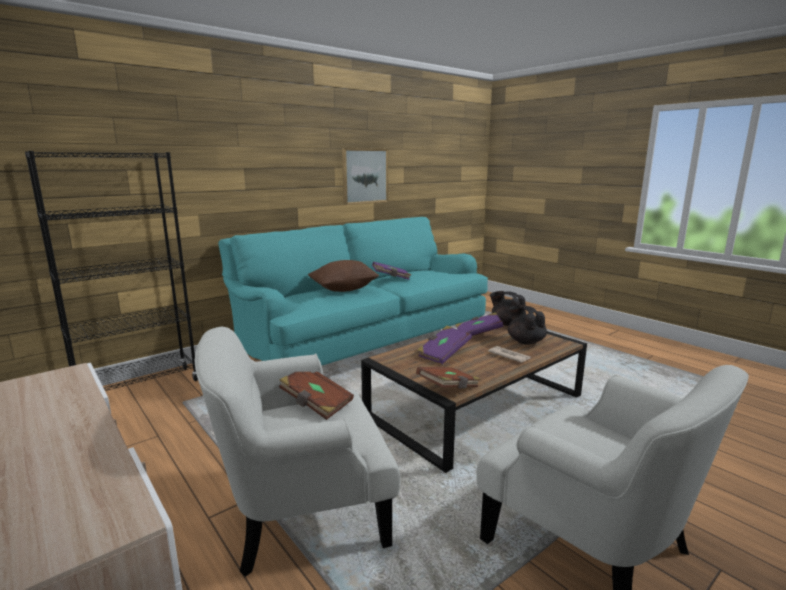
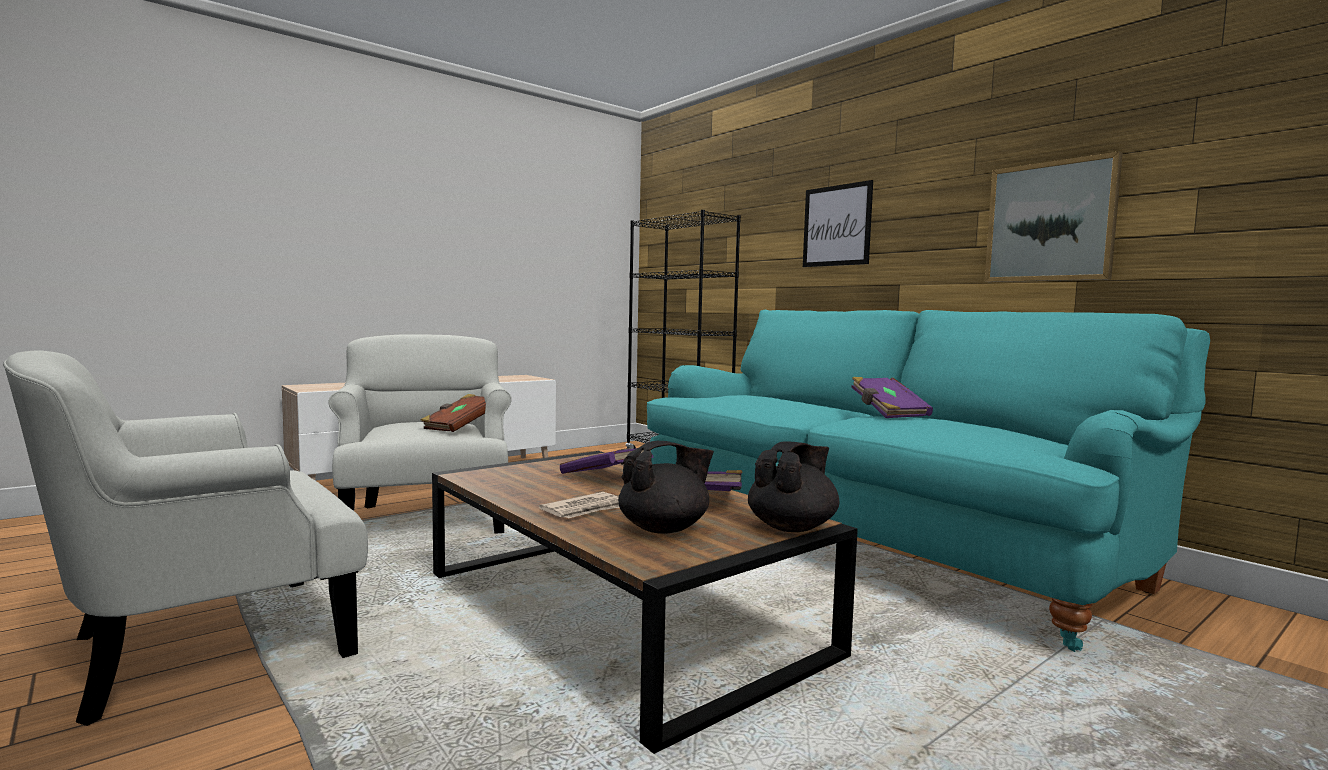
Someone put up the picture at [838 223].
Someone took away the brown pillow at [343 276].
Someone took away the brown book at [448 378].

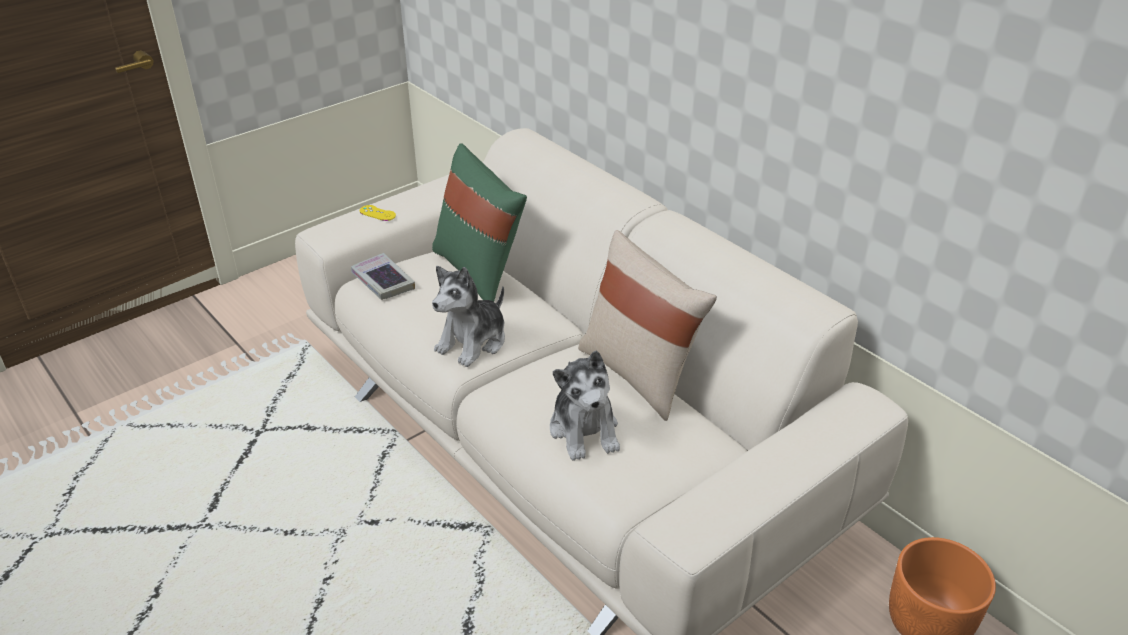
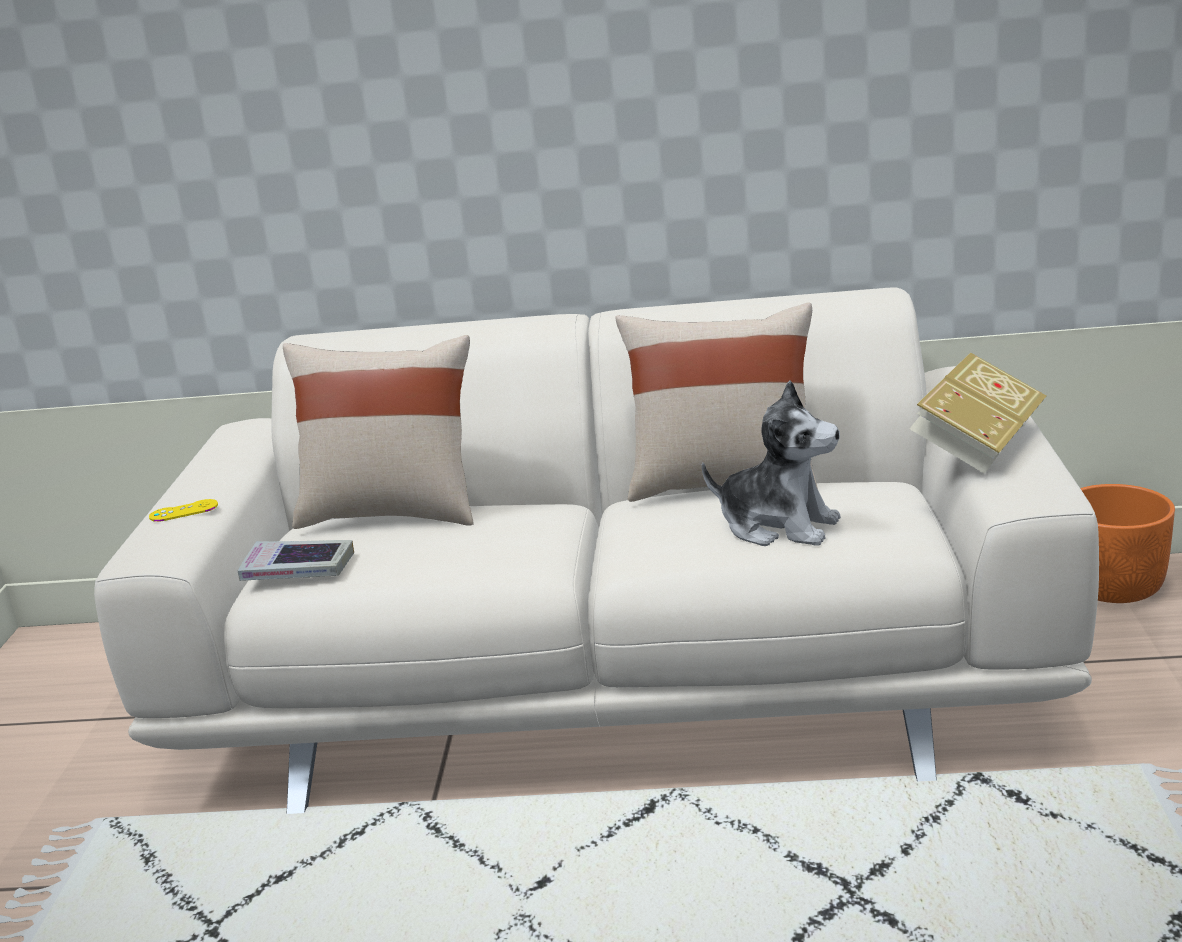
Someone repainted the green pillow at [479 222], which became the beige pillow at [378 432].
Someone put down the book at [978 413].
Someone took away the plush toy at [468 316].

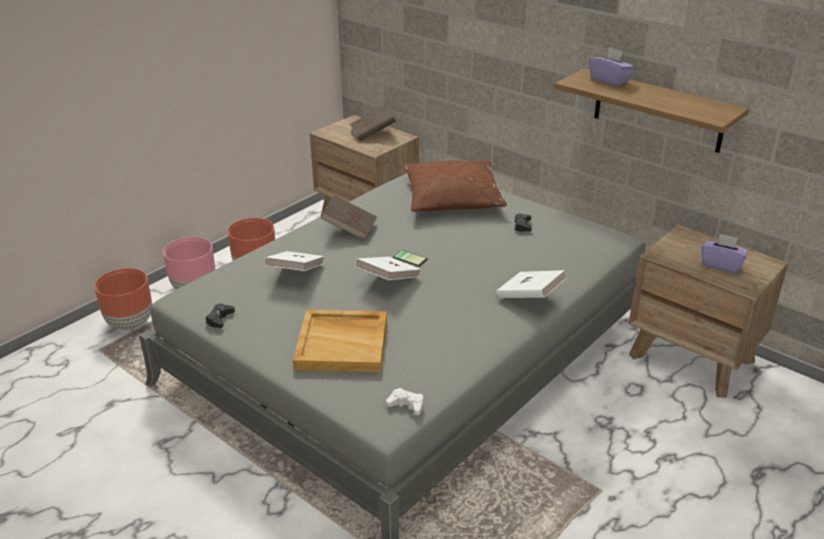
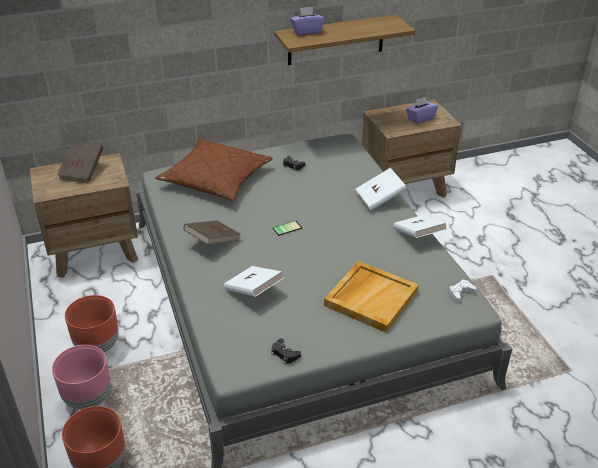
Someone carried the white book from [388 268] to [420 226].

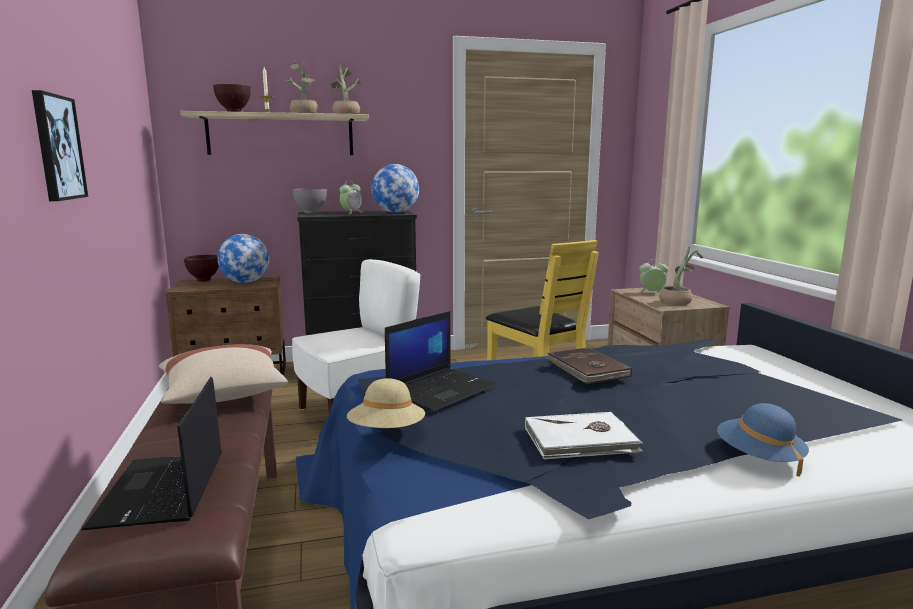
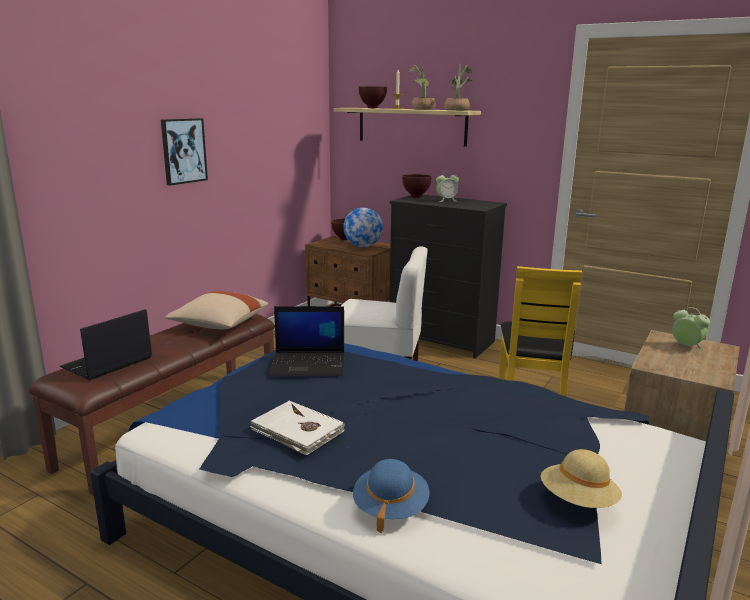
Someone repainted the grey bowl at [310 201], which became the brown bowl at [417 186].
Someone carried the beige hat from [386 403] to [581 478].
Someone took away the globe at [395 188].
Someone took away the brown book at [589 365].
Someone took away the potted plant at [681 275].

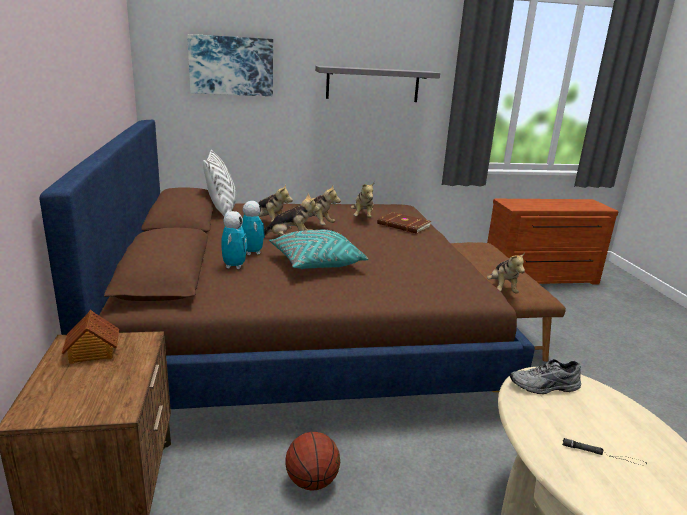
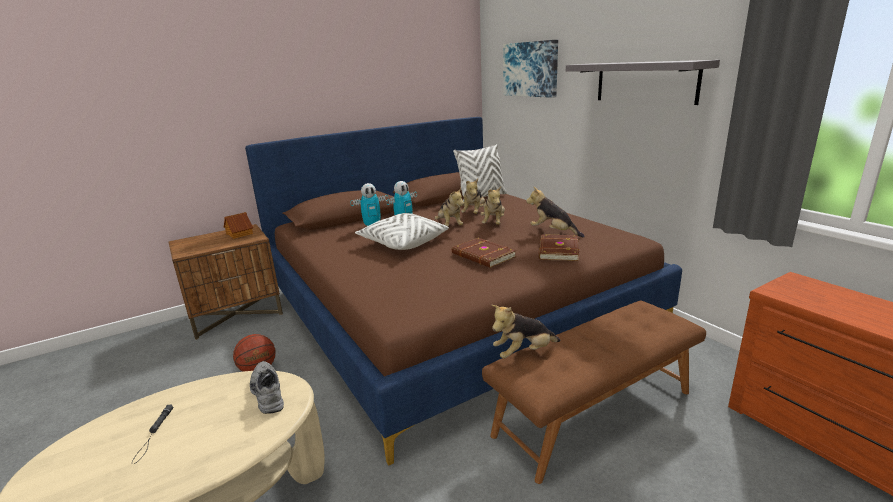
Someone repainted the turquoise pillow at [318 249], which became the white pillow at [402 231].
Someone put down the brown book at [484 253].
Someone rotated the plush toy at [363 200] by 60 degrees clockwise.

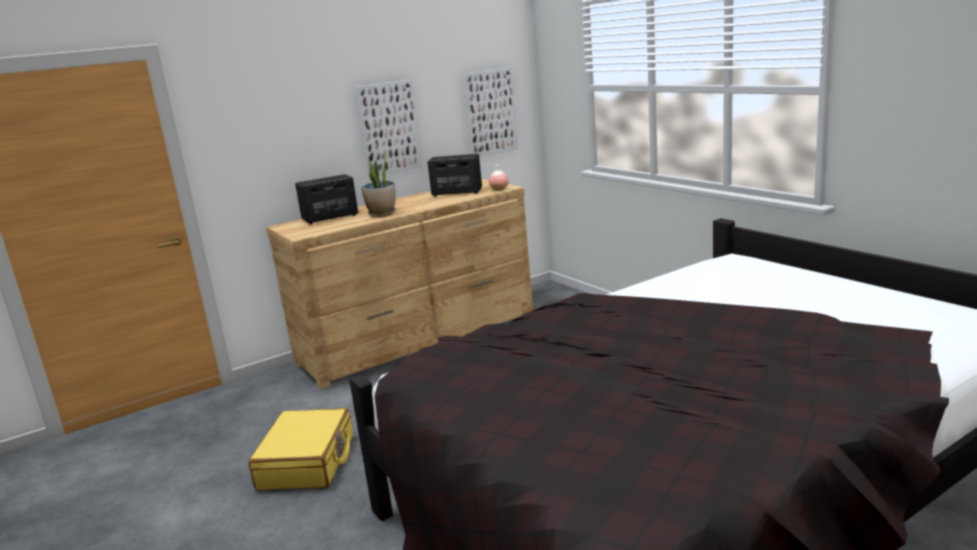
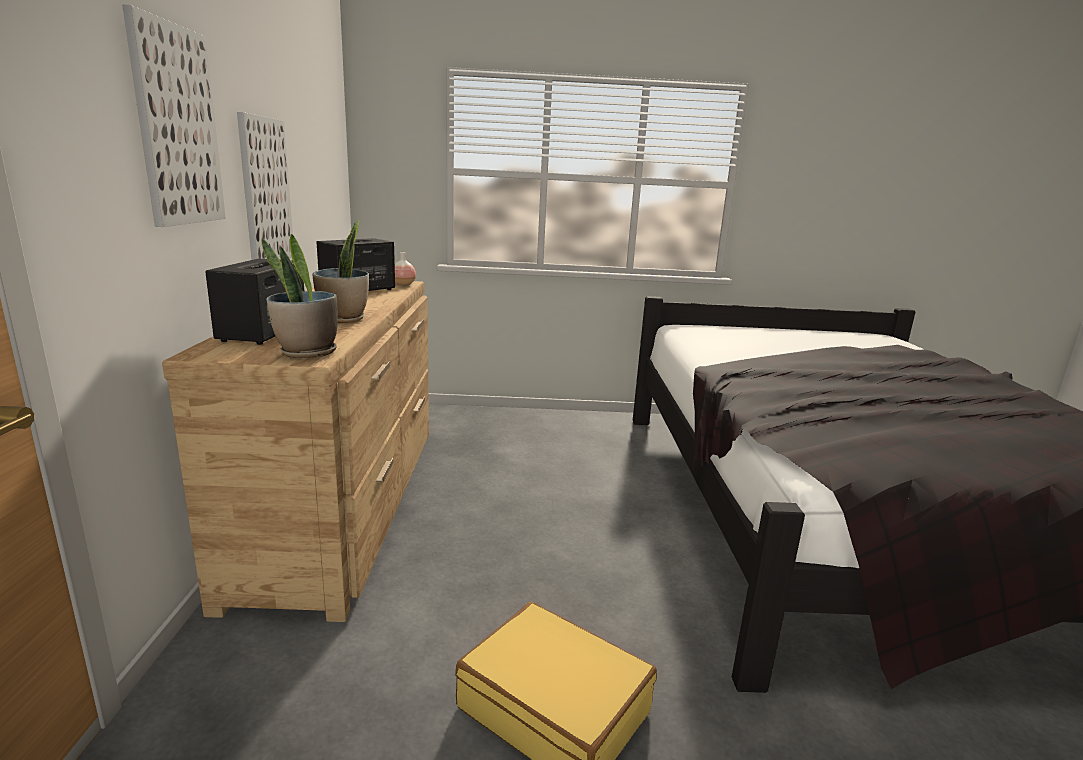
Someone carried the picture from [490 112] to [174 115].
Someone put down the potted plant at [299 296].

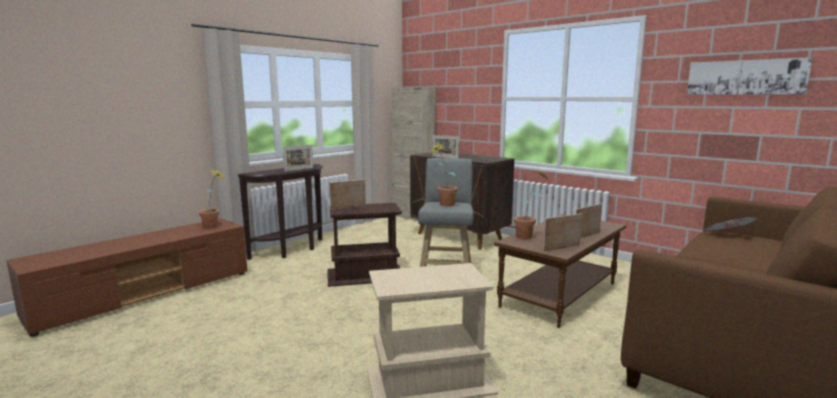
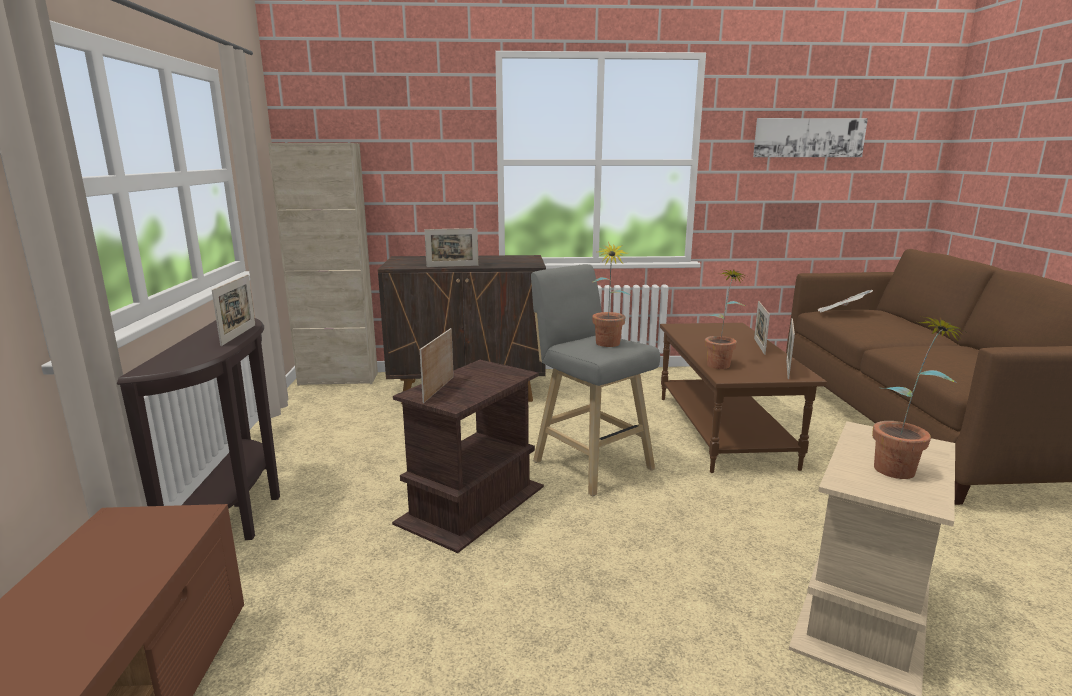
Someone carried the potted plant from [211 199] to [918 397].

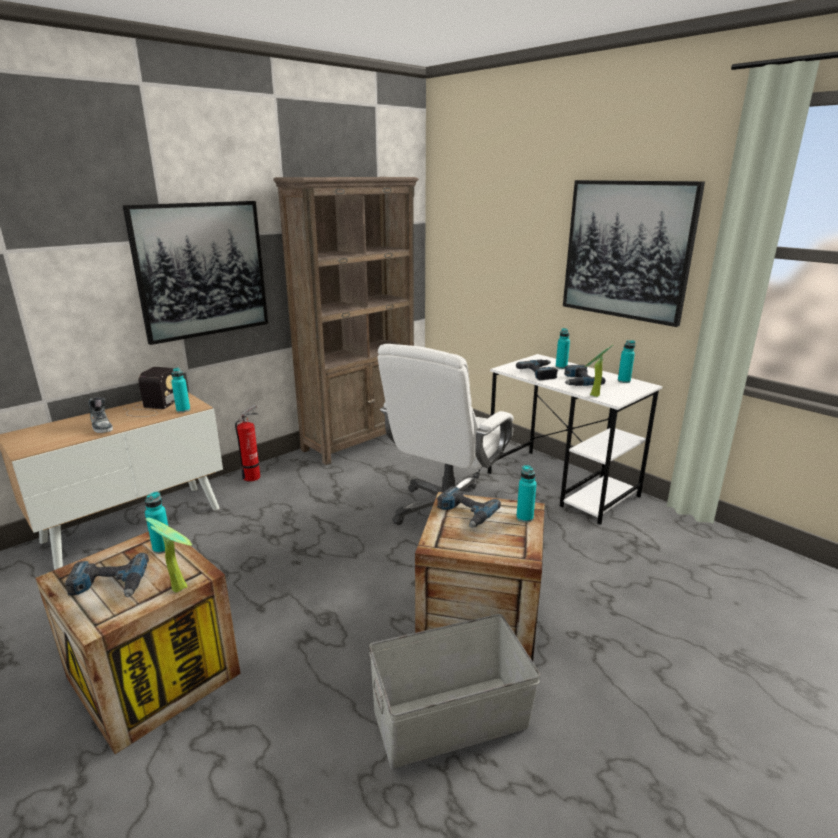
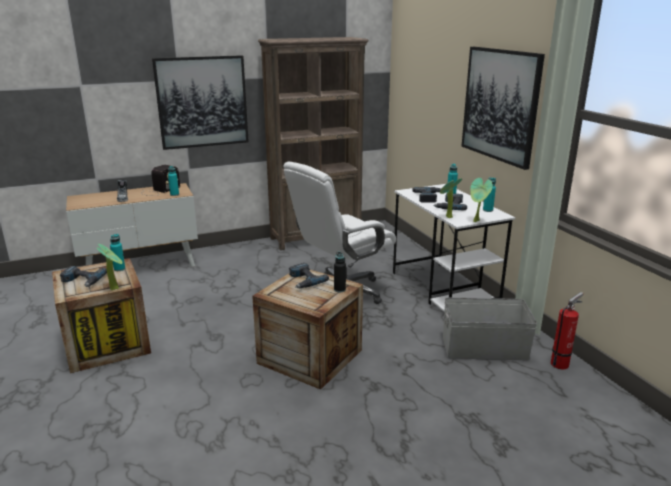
Someone repainted the turquoise bottle at [526 493], which became the black bottle at [340 272].
Someone carried the grey storage box from [454 691] to [490 329].
Someone put down the potted plant at [481 200].
Someone carried the fire extinguisher from [247 443] to [567 330].

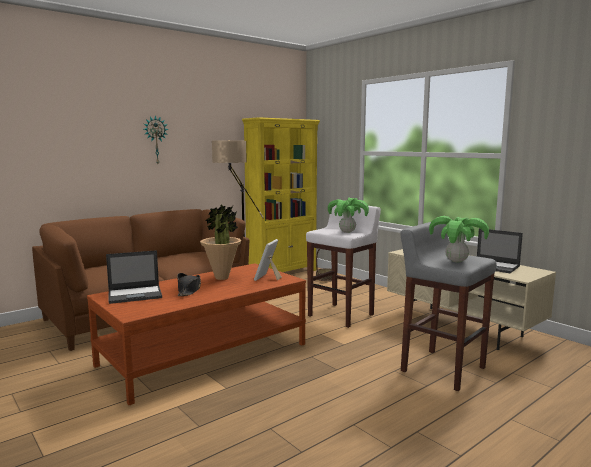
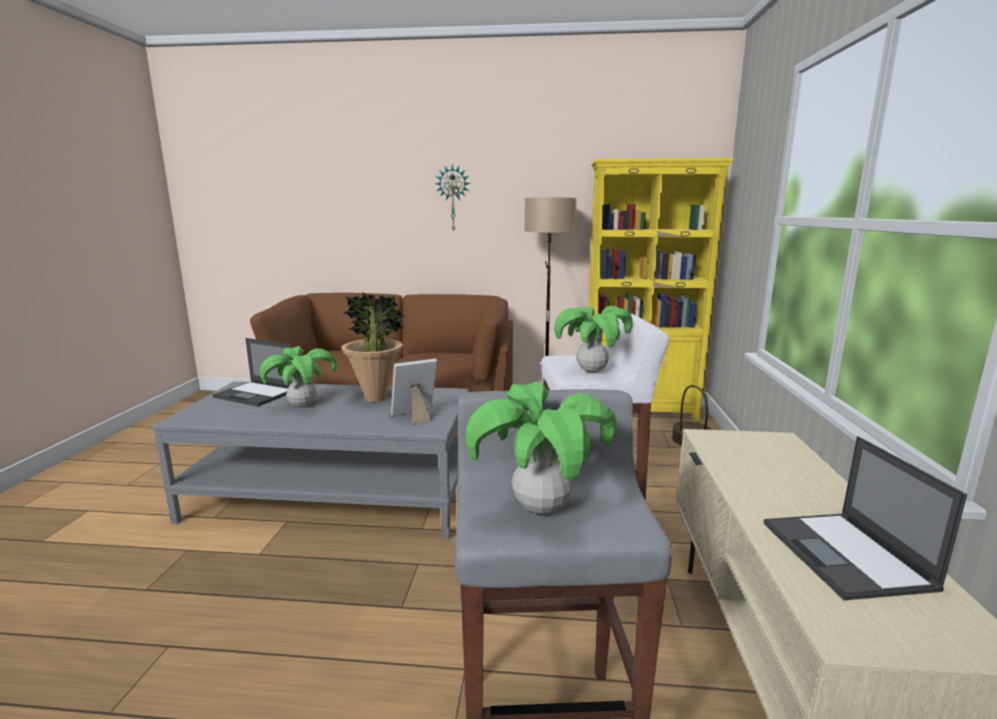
Someone repainted the brown coffee table at [196 334], which became the grey coffee table at [310 460].
Someone swapped the black hat at [189 284] for the potted plant at [298 376].

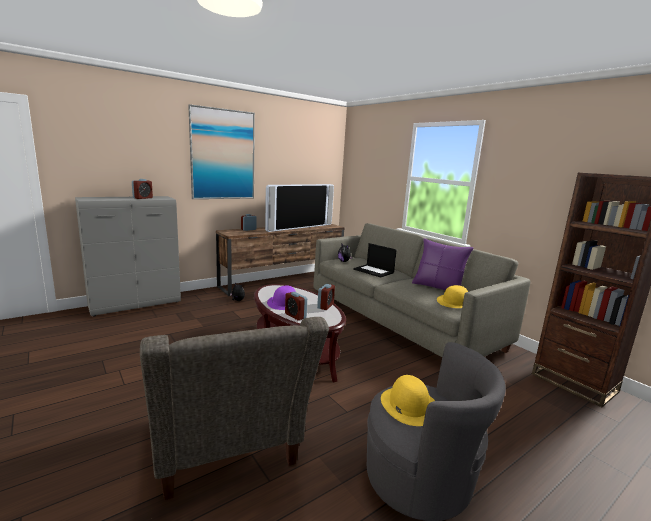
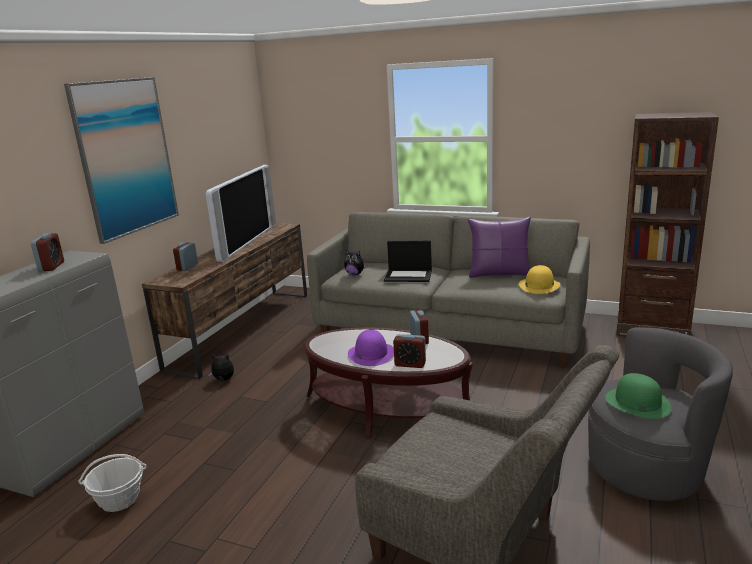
Someone put down the basket at [112 483].
Someone repainted the yellow hat at [408 400], which became the green hat at [638 396].

